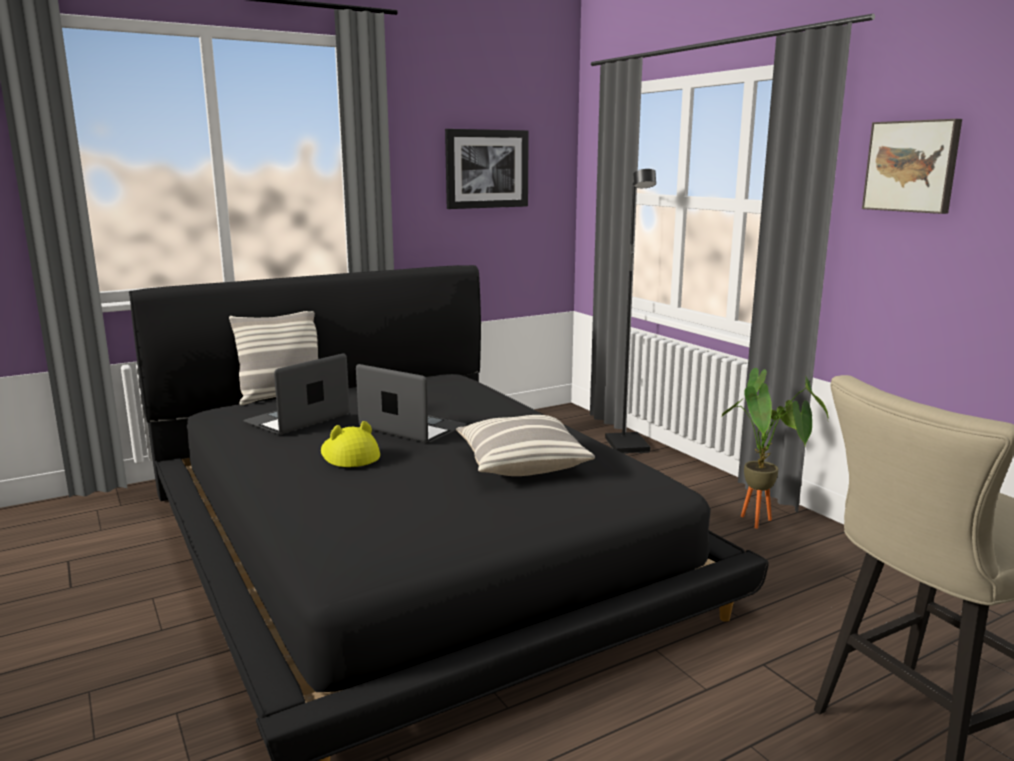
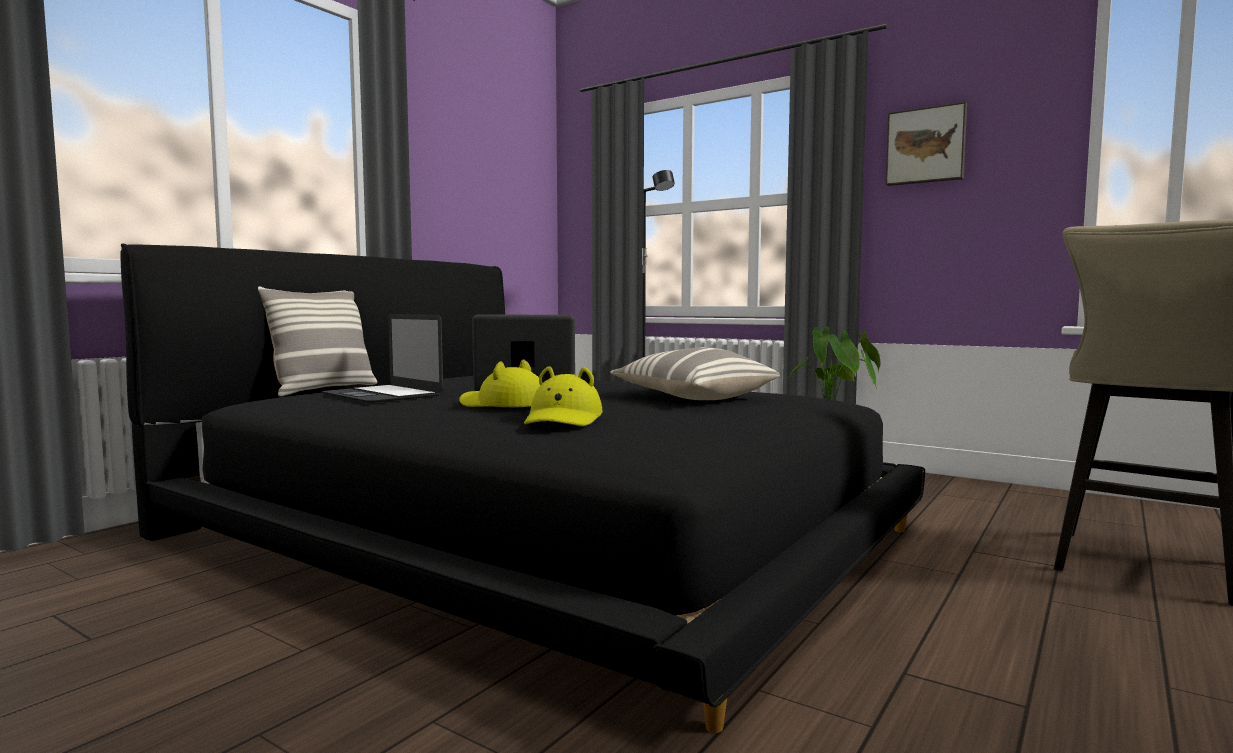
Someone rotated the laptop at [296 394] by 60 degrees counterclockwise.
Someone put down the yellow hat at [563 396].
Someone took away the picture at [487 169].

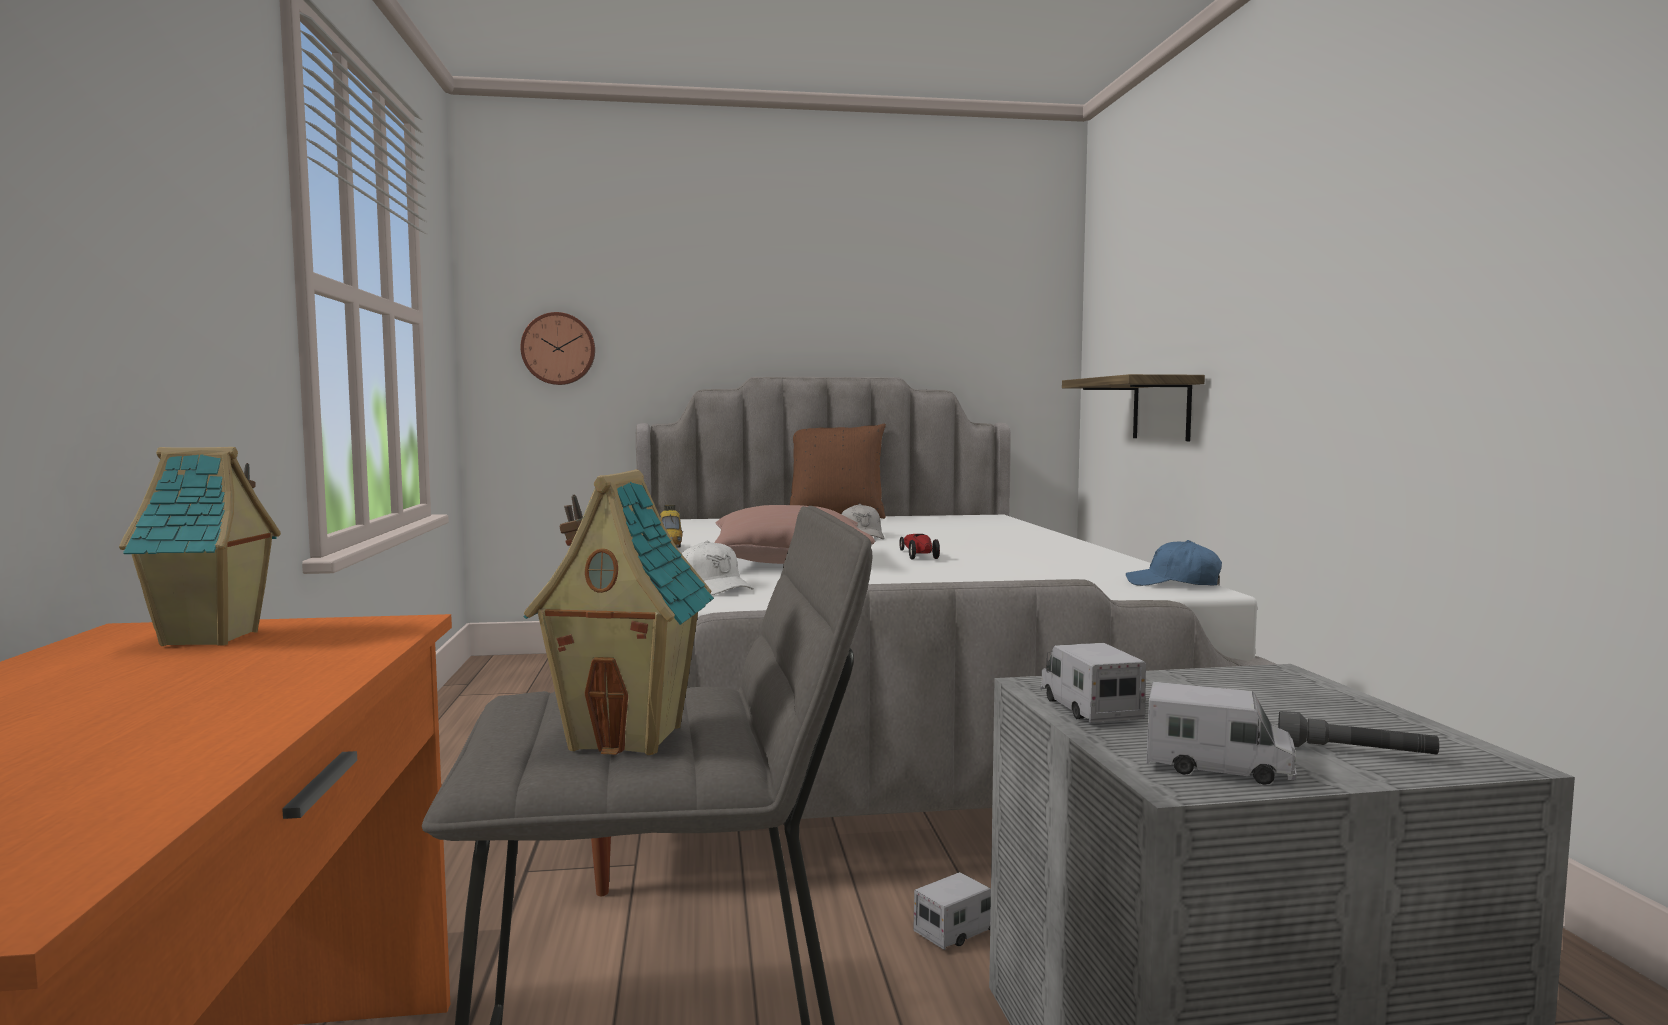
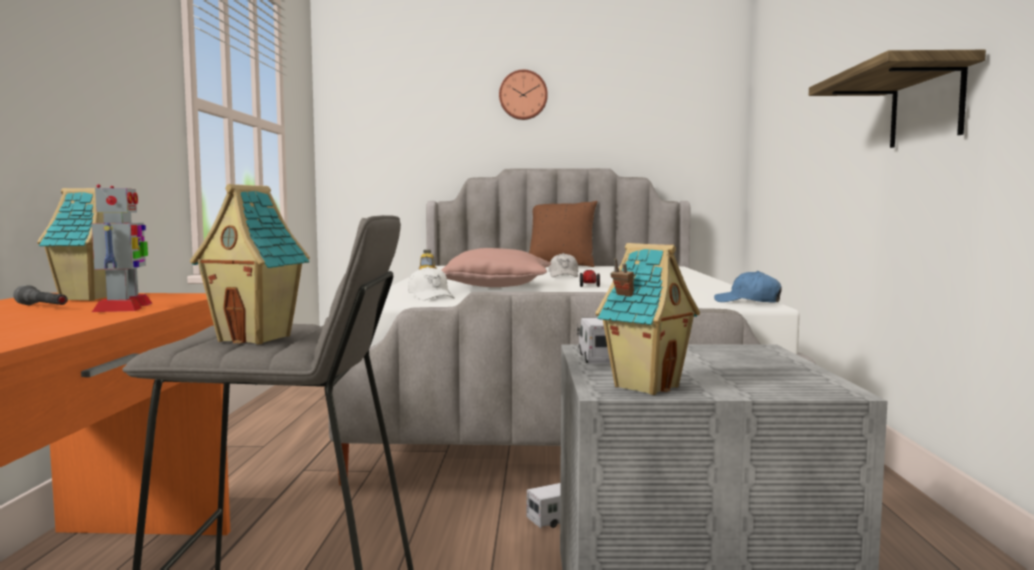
Someone carried the grey flashlight from [1358 732] to [40 295].
Someone put down the toy robot at [122 248].
Someone carried the wall clock from [557 348] to [523 95].
Someone swapped the toy truck at [1221 733] for the toy house at [648 319].
Someone carried the shelf from [1133 407] to [897 99].

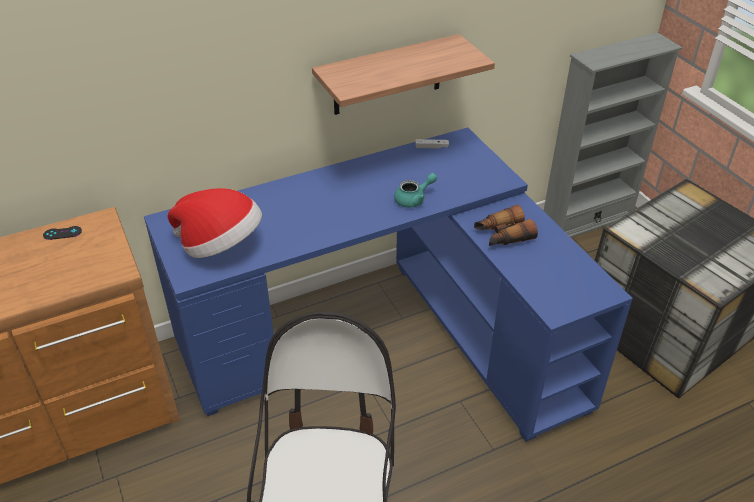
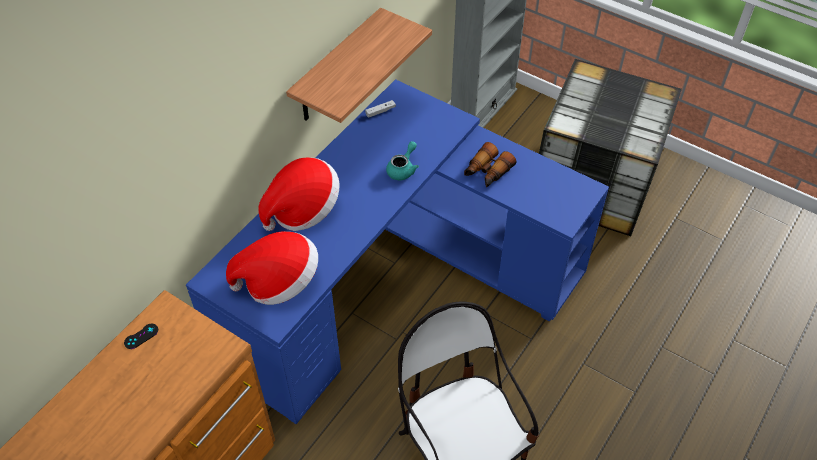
Someone put down the hat at [299 194].

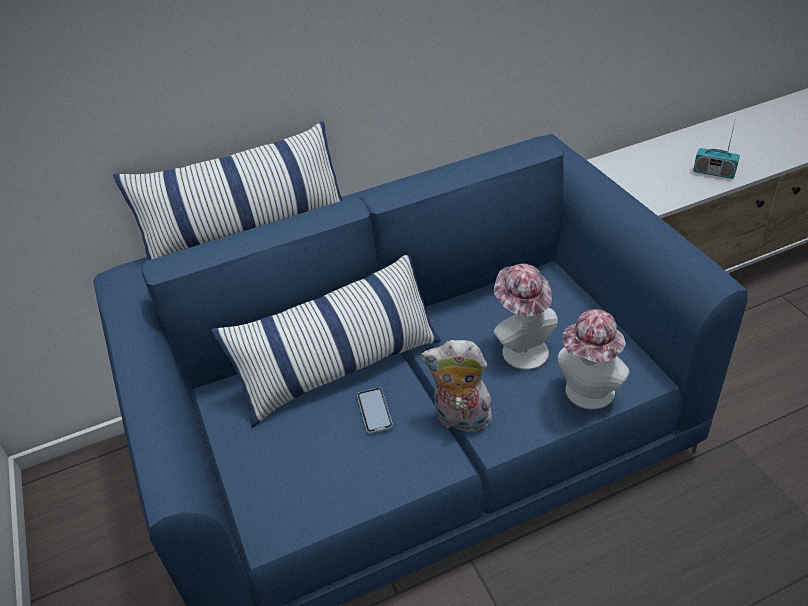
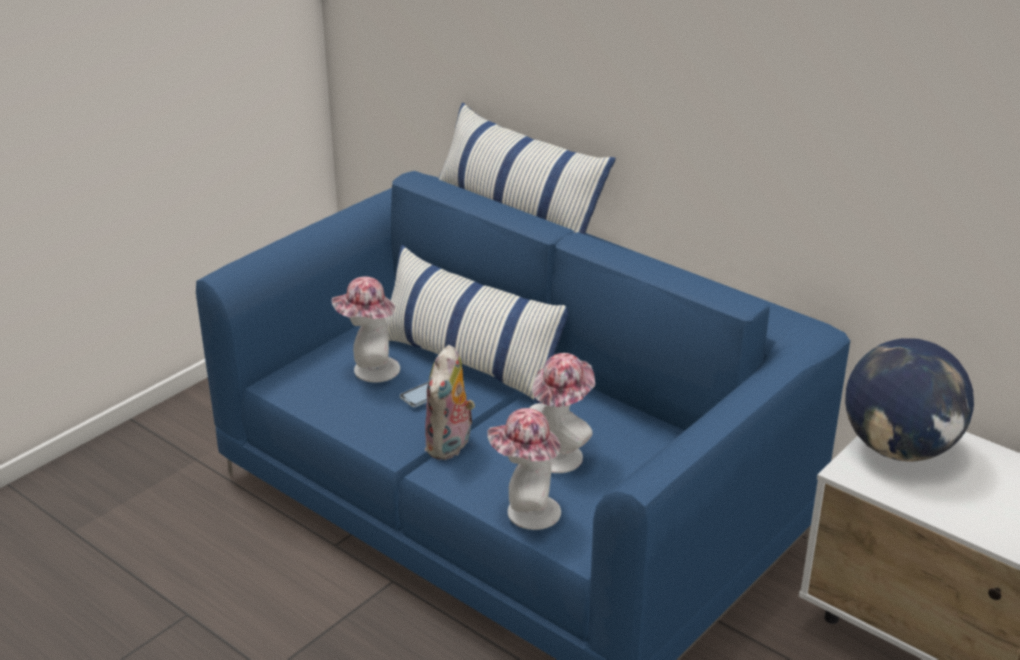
Someone put down the hat at [365 329].
Someone rotated the plush toy at [458 386] by 150 degrees counterclockwise.
Someone put down the globe at [909 400].
Someone took away the radio at [716 148].

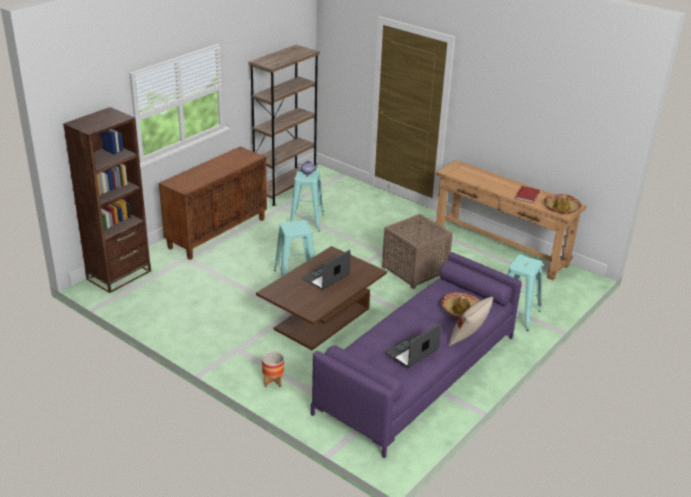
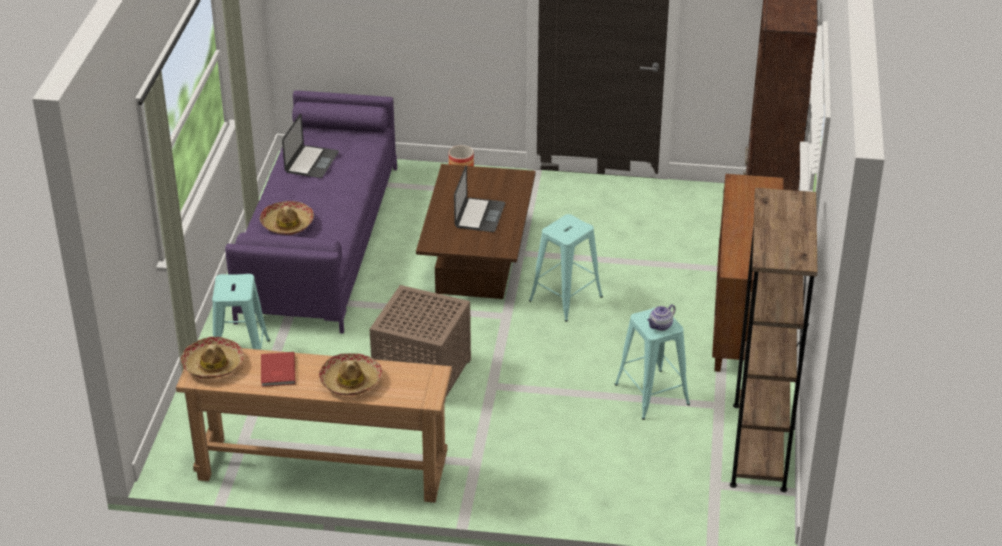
Someone put down the hat at [350 374].
Someone took away the beige pillow at [470 321].

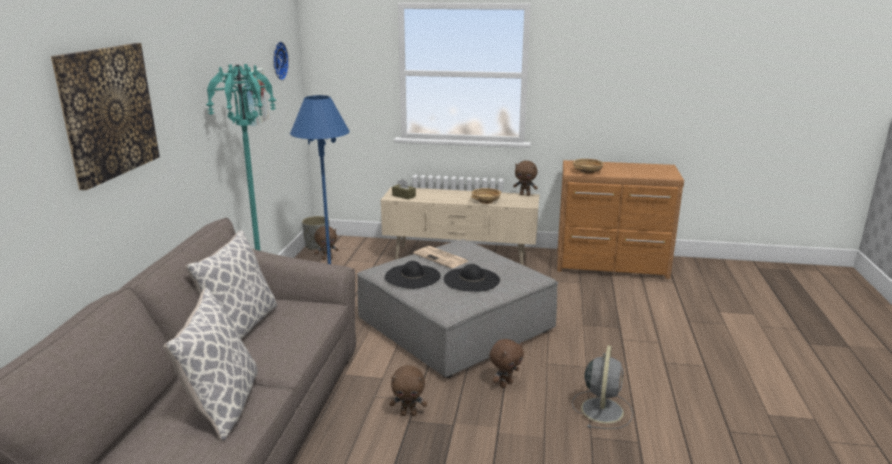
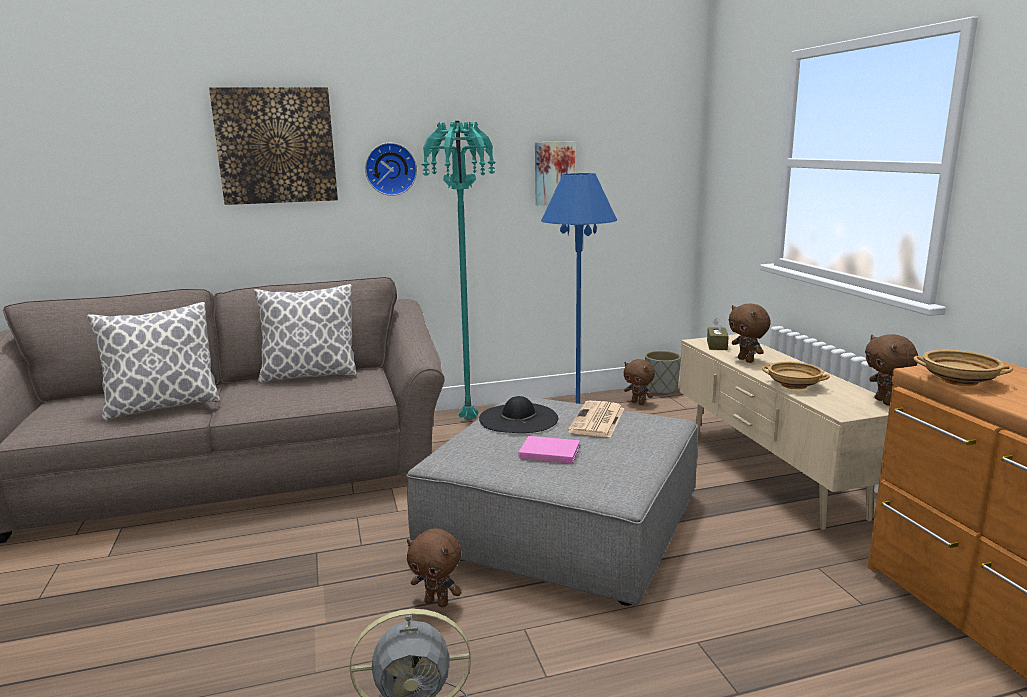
Someone carried the wall clock from [281 60] to [391 169].
Someone swapped the black hat at [472 278] for the pink book at [549 450].
Someone carried the brown plush toy from [408 390] to [750 333].

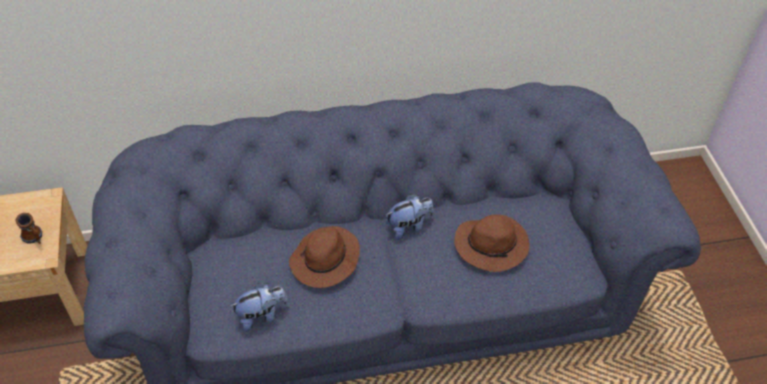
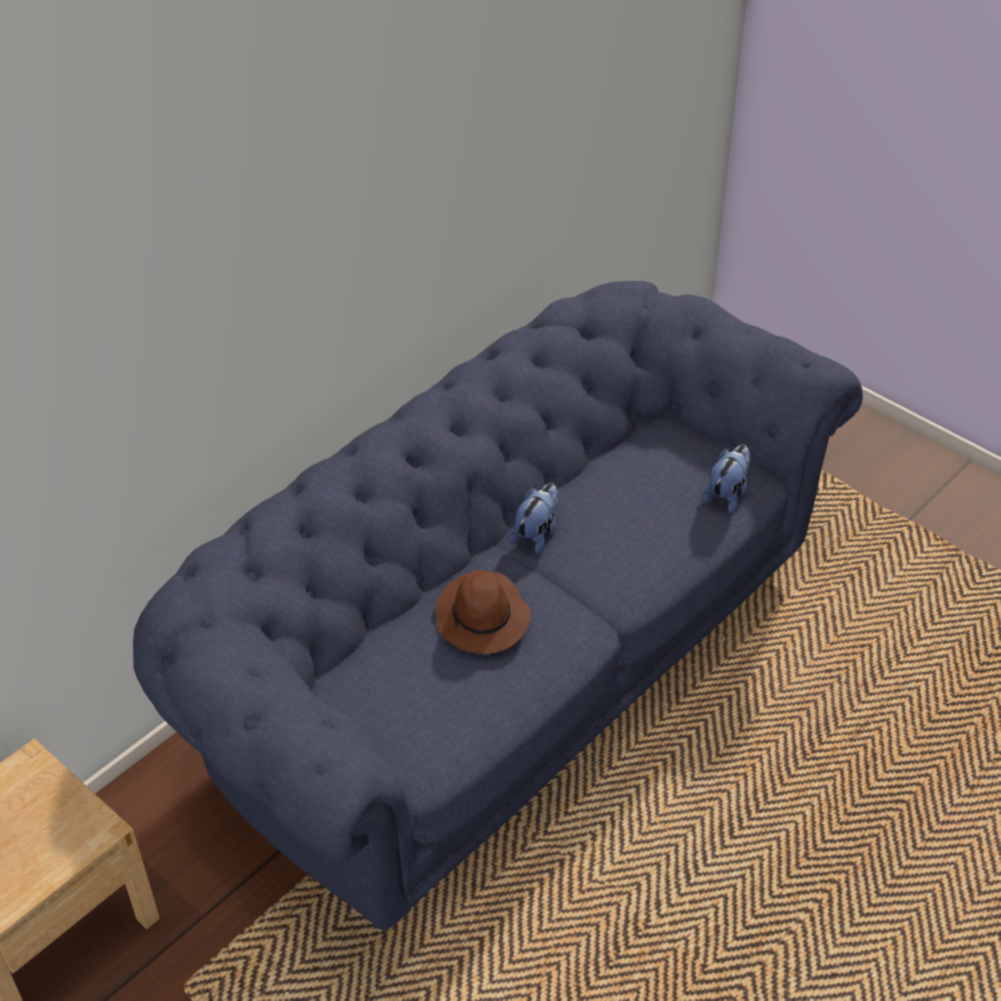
Someone carried the plush toy from [259 307] to [726 479].
Someone took away the mug at [28 228].
Someone took away the brown hat at [491 243].

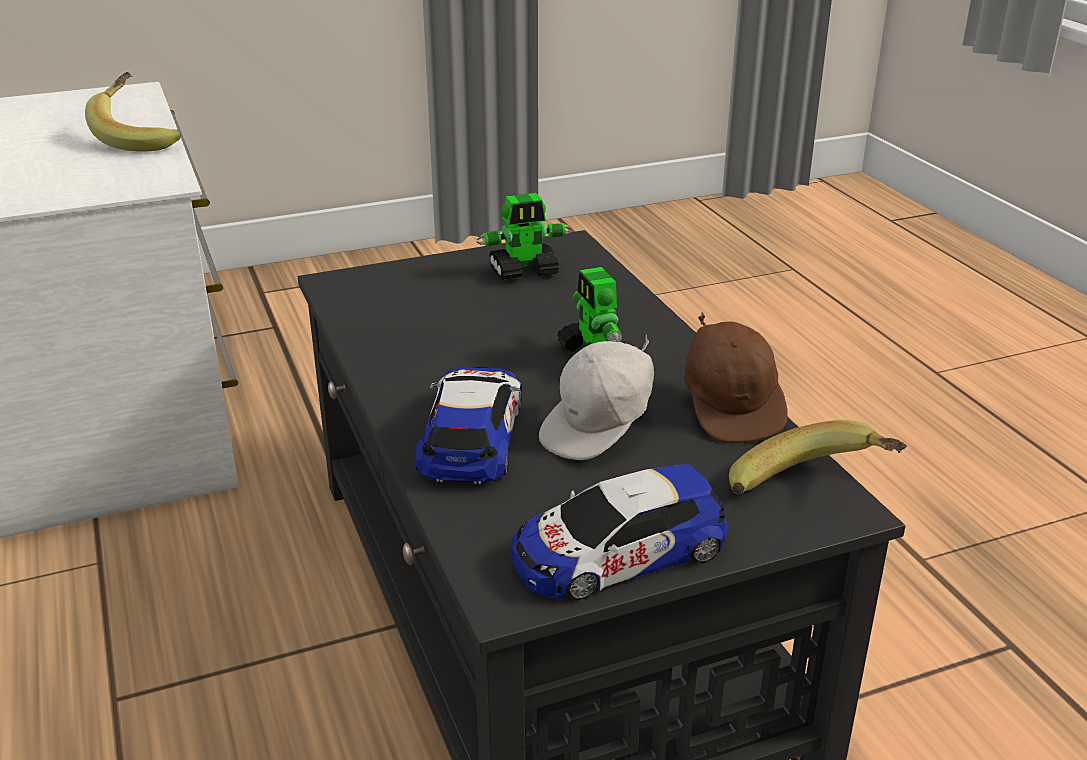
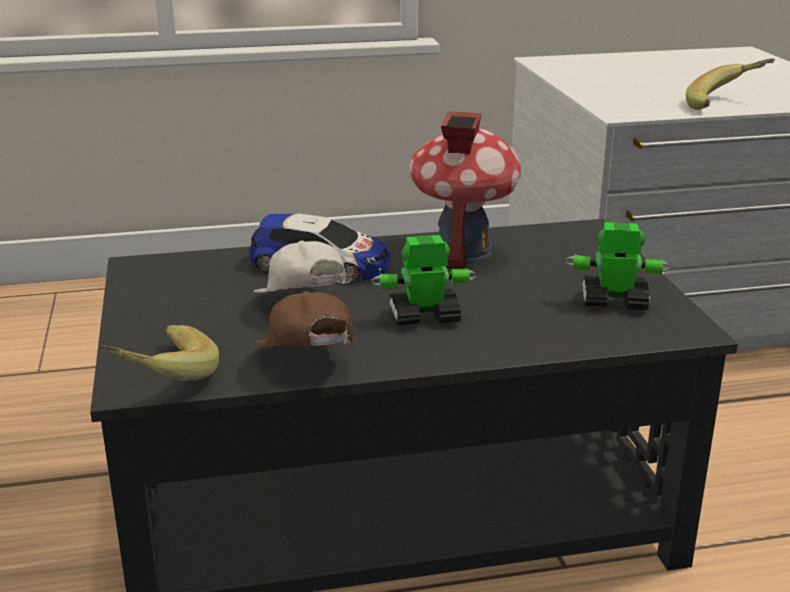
Someone rotated the brown cap at [736 378] by 60 degrees clockwise.
Someone put down the toy house at [465 190].
Someone rotated the toy robot at [524 236] by 105 degrees clockwise.
Someone took away the toy car at [619 532].

